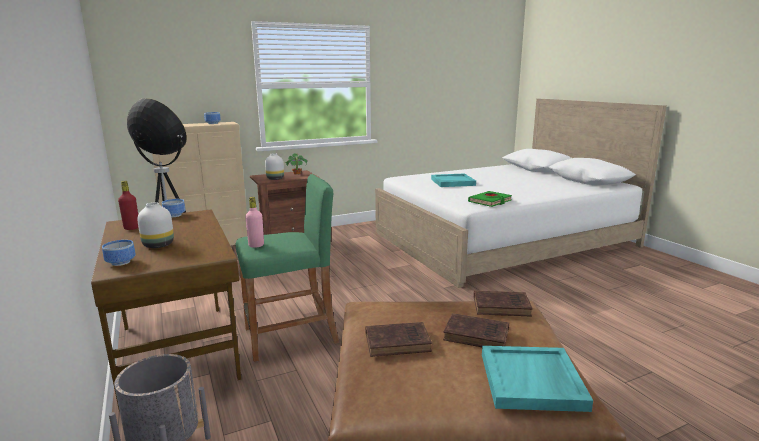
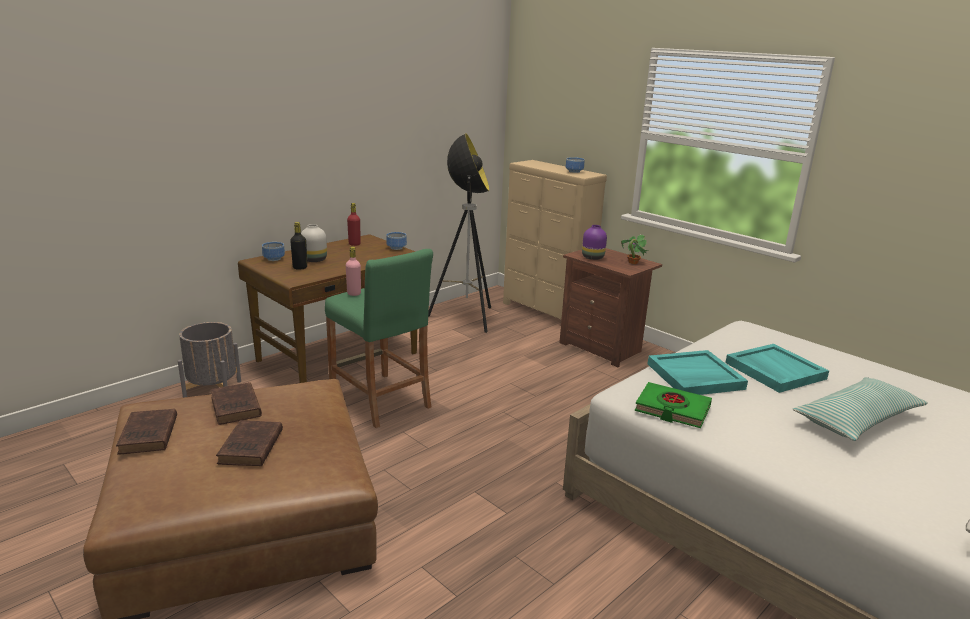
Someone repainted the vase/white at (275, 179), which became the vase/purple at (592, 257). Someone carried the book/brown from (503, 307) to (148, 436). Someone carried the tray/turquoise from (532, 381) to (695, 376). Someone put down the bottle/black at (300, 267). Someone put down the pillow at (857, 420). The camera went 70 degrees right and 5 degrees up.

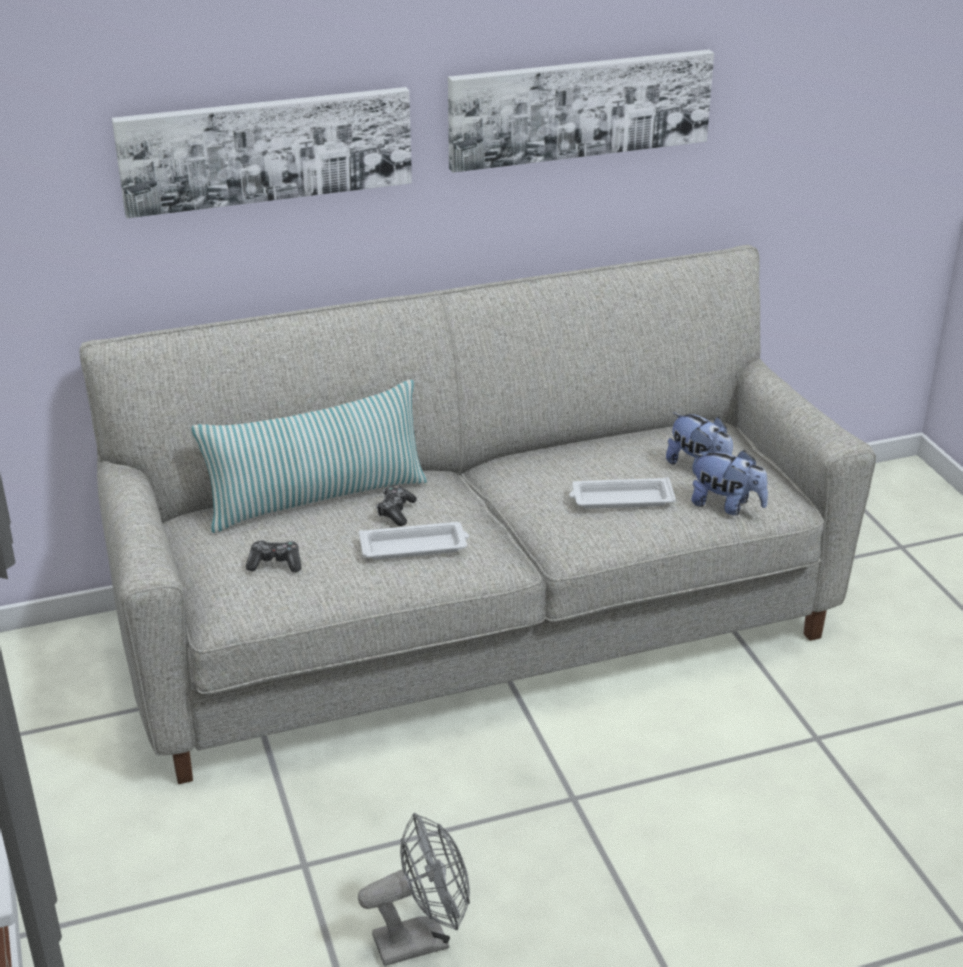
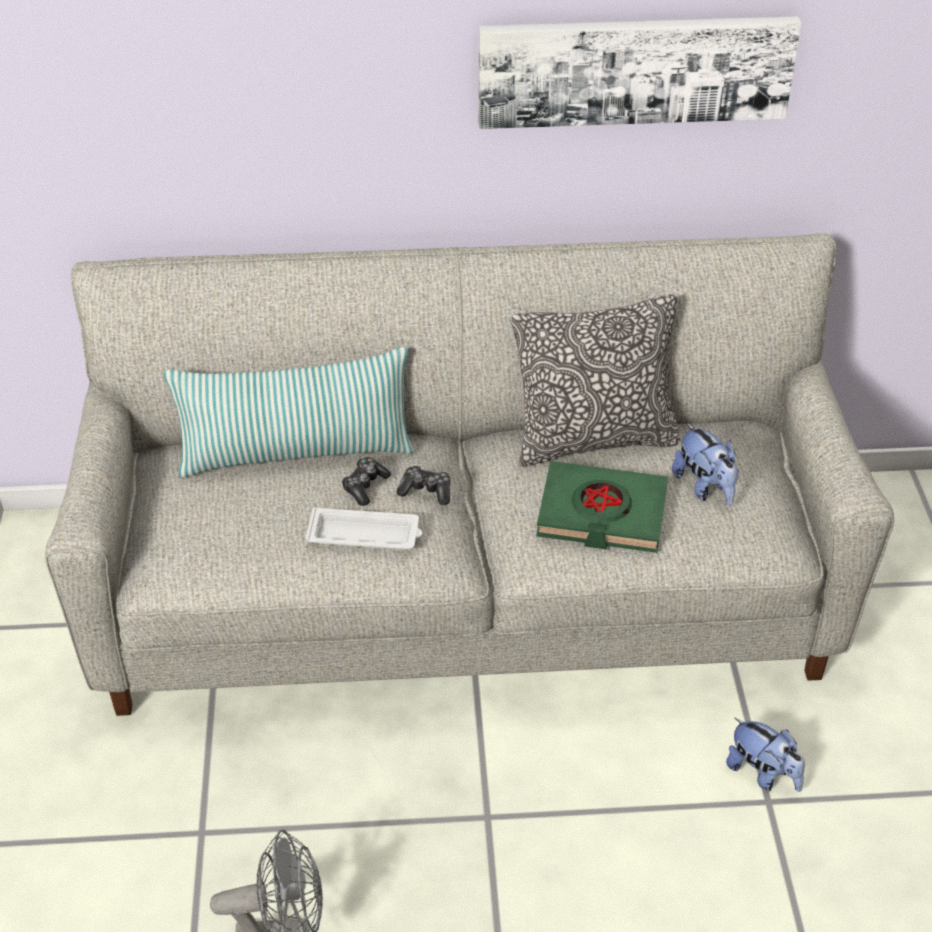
Someone took away the picture at (266, 149). Someone carried the game controller from (275, 563) to (426, 491). Someone swapped the tray/white at (620, 499) for the book/green at (601, 514). Someone carried the plush toy from (726, 505) to (763, 773). Someone put down the pillow at (593, 440). The camera went 15 degrees right and 10 degrees up.

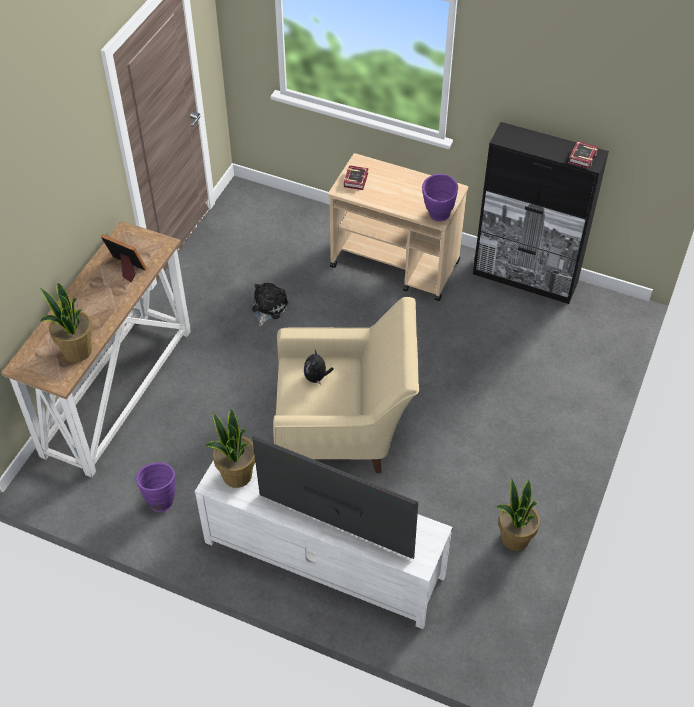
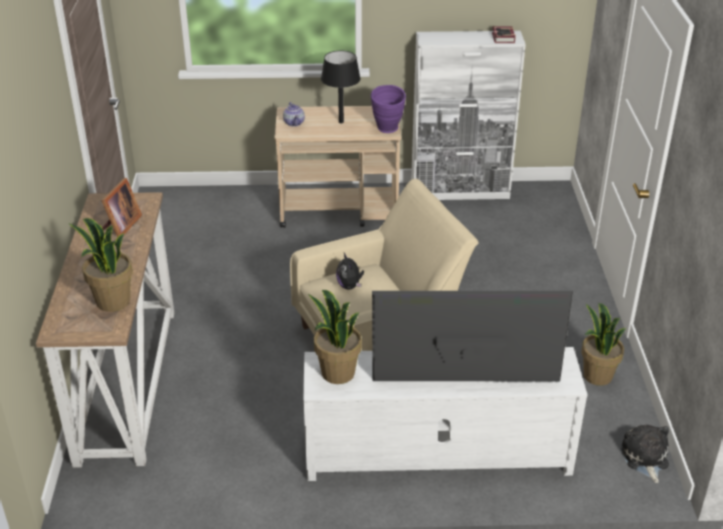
Someone rotated the picture frame at (126, 269) by 105 degrees clockwise. Someone took away the vase/purple at (160, 499). Someone carried the plush toy from (268, 308) to (644, 458). Someone swapped the book at (357, 179) for the teapot at (294, 123). Someone repainted the cabinet/black at (525, 278), which became the cabinet/white at (460, 191). Someone put down the table lamp/black at (341, 122). The camera went 25 degrees left and 15 degrees down.

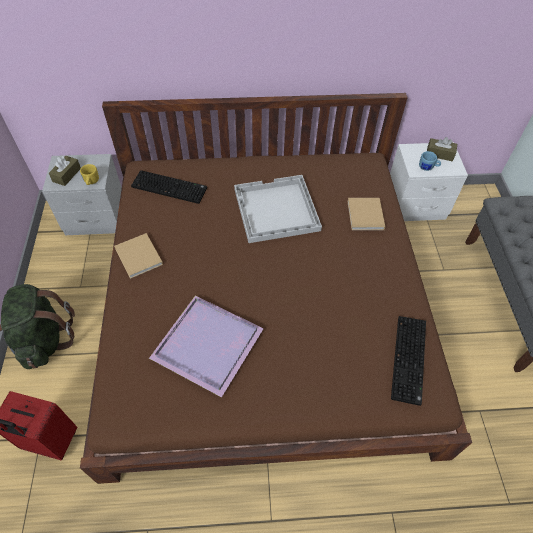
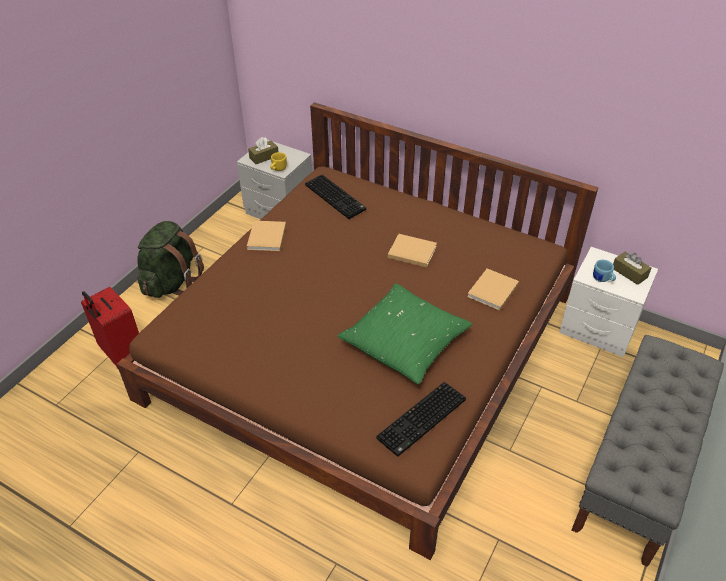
Someone took away the tray/purple at (207, 343). Someone swapped the tray/white at (275, 210) for the book/beige at (410, 251). Someone put down the pillow/green at (405, 341). The camera went 35 degrees right and 10 degrees down.

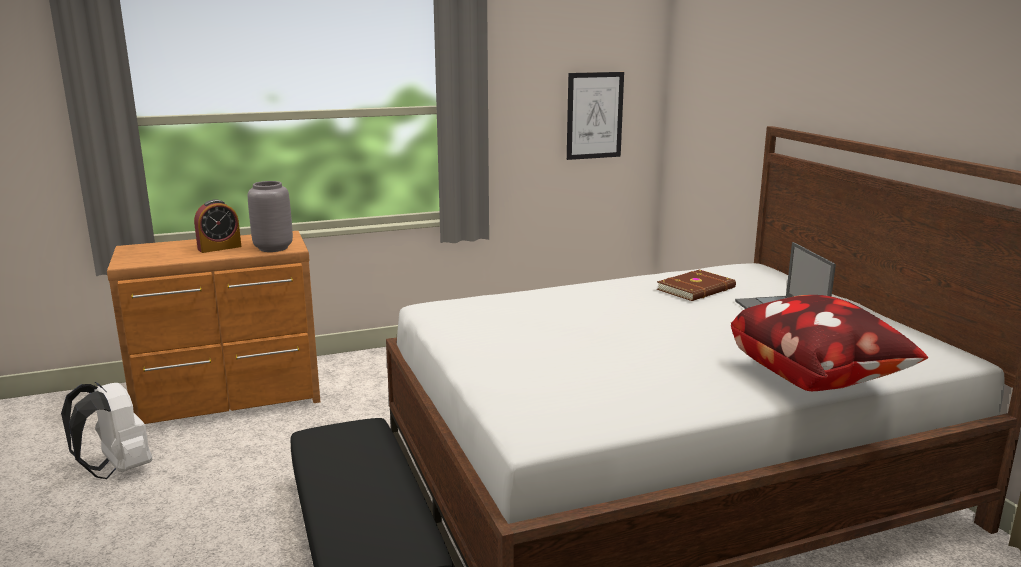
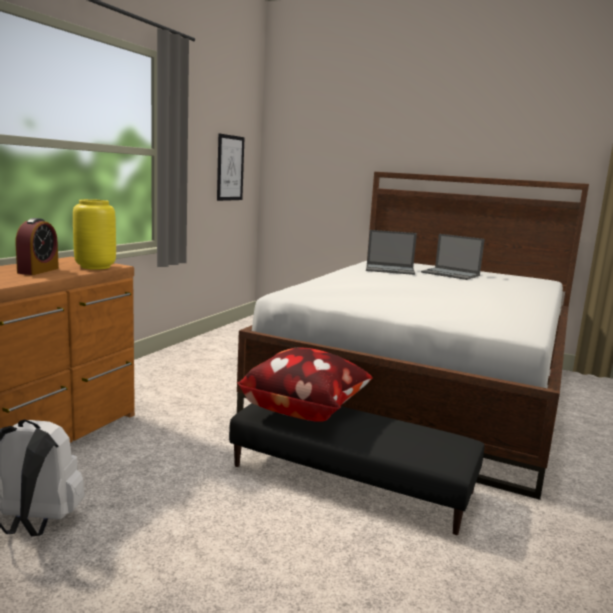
Someone repainted the vase/grey at (272, 248), which became the vase/yellow at (94, 267). Someone swapped the book/brown at (697, 289) for the laptop at (390, 270). Someone carried the pillow from (816, 377) to (304, 410). The camera went 45 degrees left and 5 degrees down.

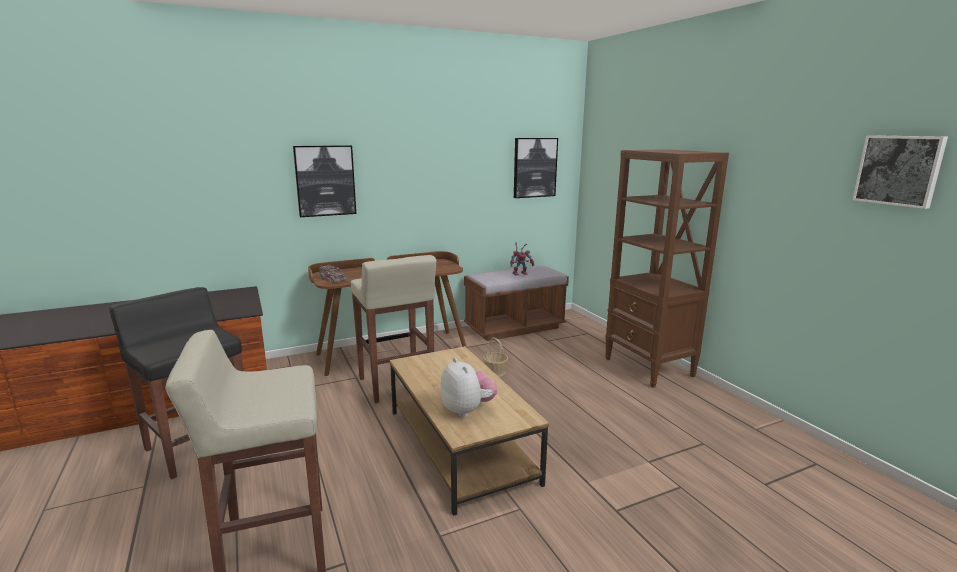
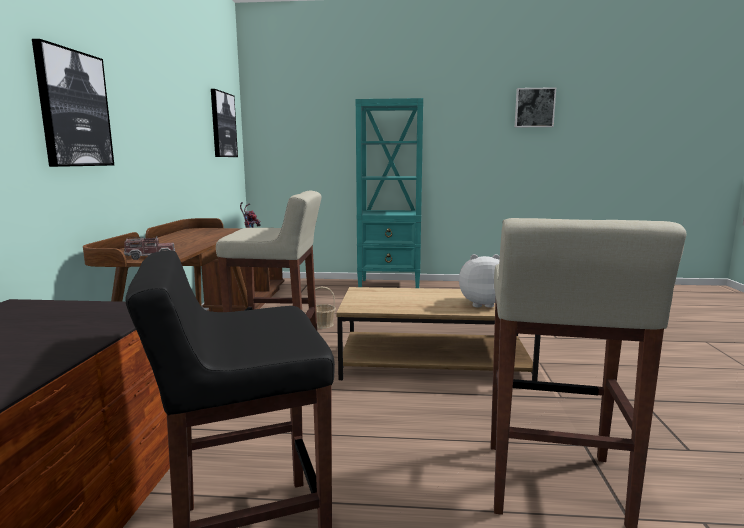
Someone repainted the bookcase/brown at (649, 368), which became the bookcase/turquoise at (390, 286). The camera went 60 degrees left and 5 degrees down.

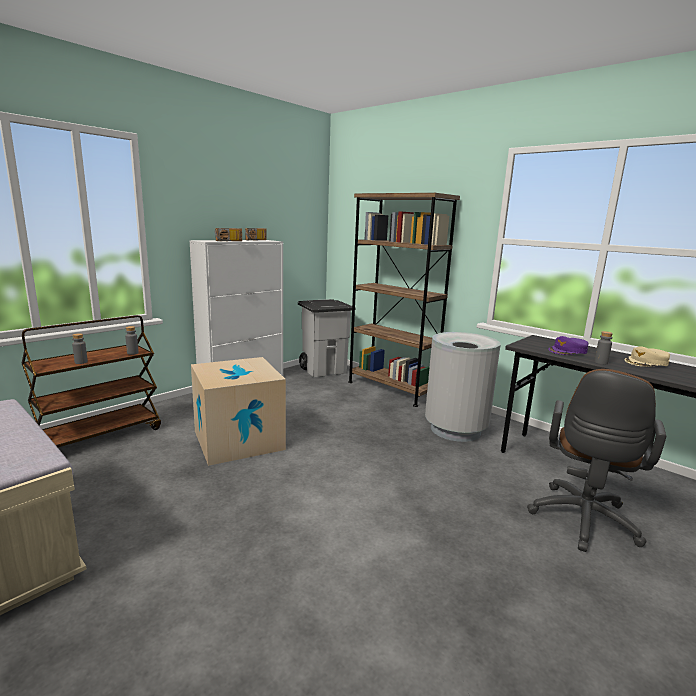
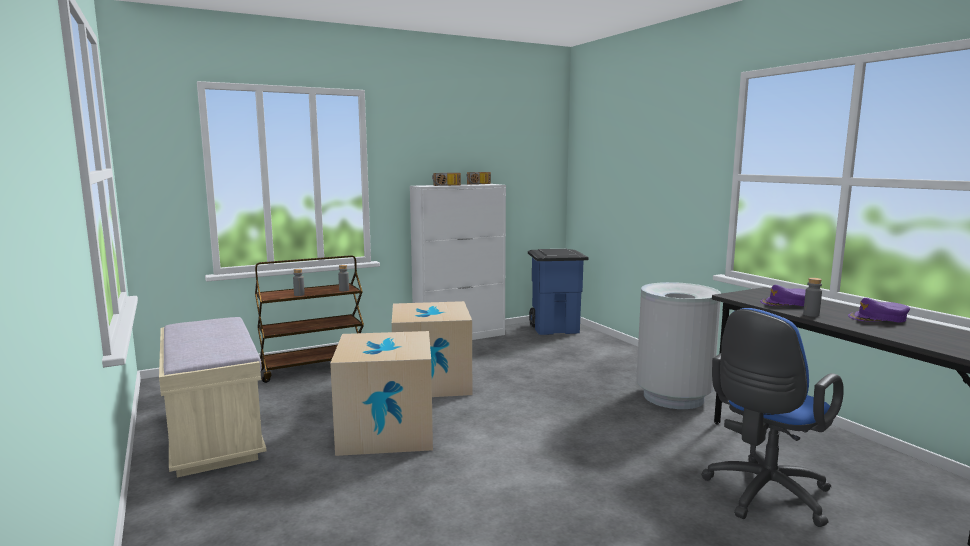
Someone repainted the trash can/grey at (324, 370), which became the trash can/blue at (555, 329). Someone took away the bookcase/brown at (391, 389). Someone repainted the office chair/brown at (582, 522), which became the office chair/blue at (763, 496). Someone repainted the cap/beige at (646, 362), which became the cap/purple at (878, 318). Someone put down the cardboard box at (386, 431). The camera went 20 degrees right and 5 degrees down.

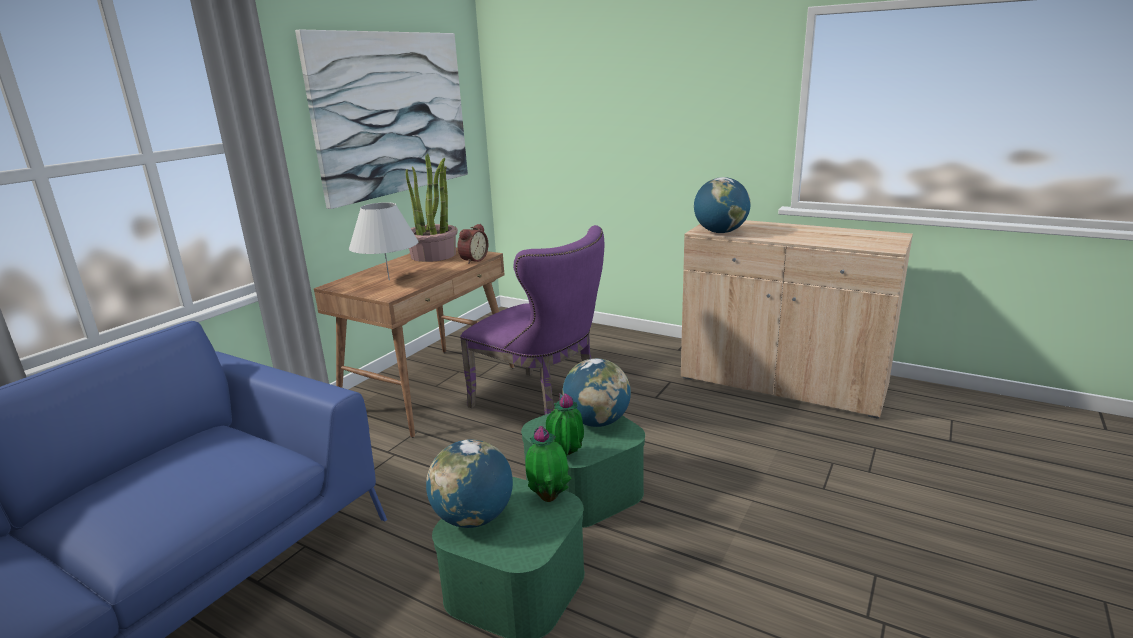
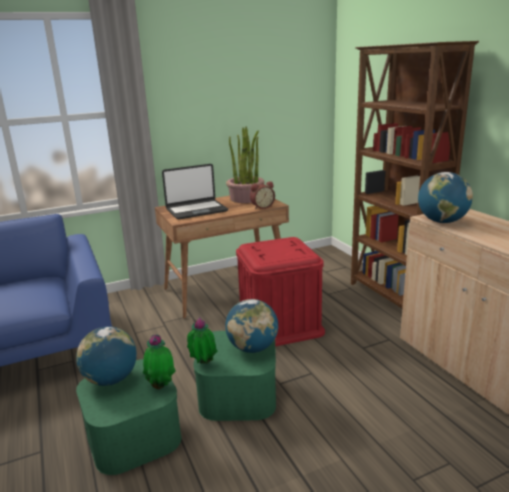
Someone took away the picture at (393, 114). Someone swapped the table lamp/white at (389, 279) for the laptop at (196, 210). Someone swapped the chair/purple at (542, 404) for the storage box/red at (279, 324). Someone put down the bookcase/brown at (393, 298). The camera went 35 degrees right and 0 degrees up.

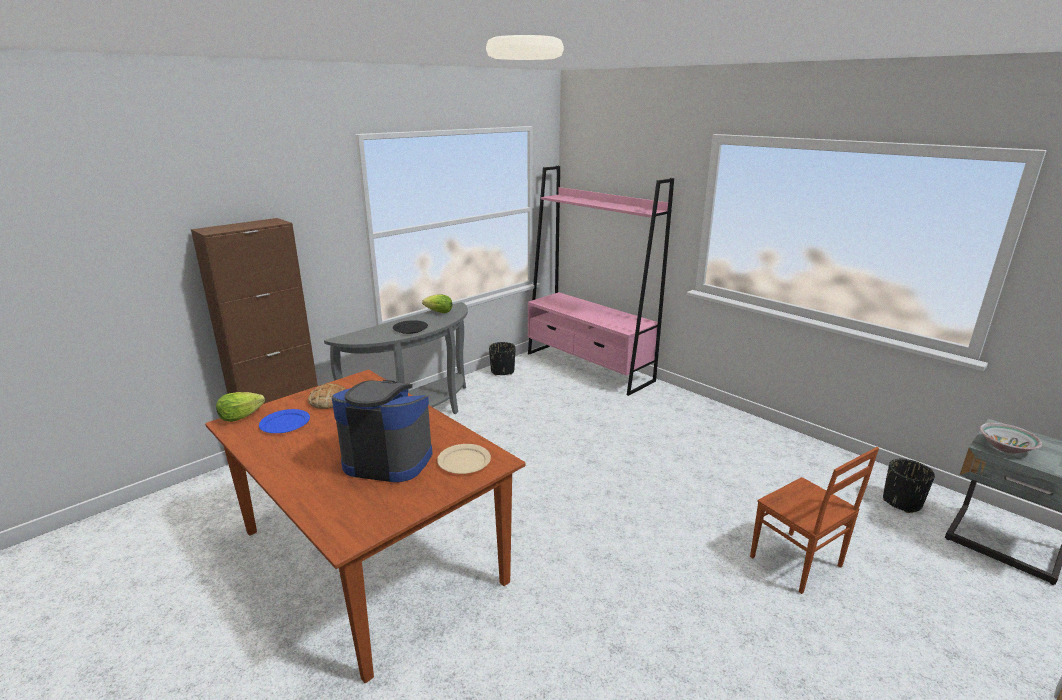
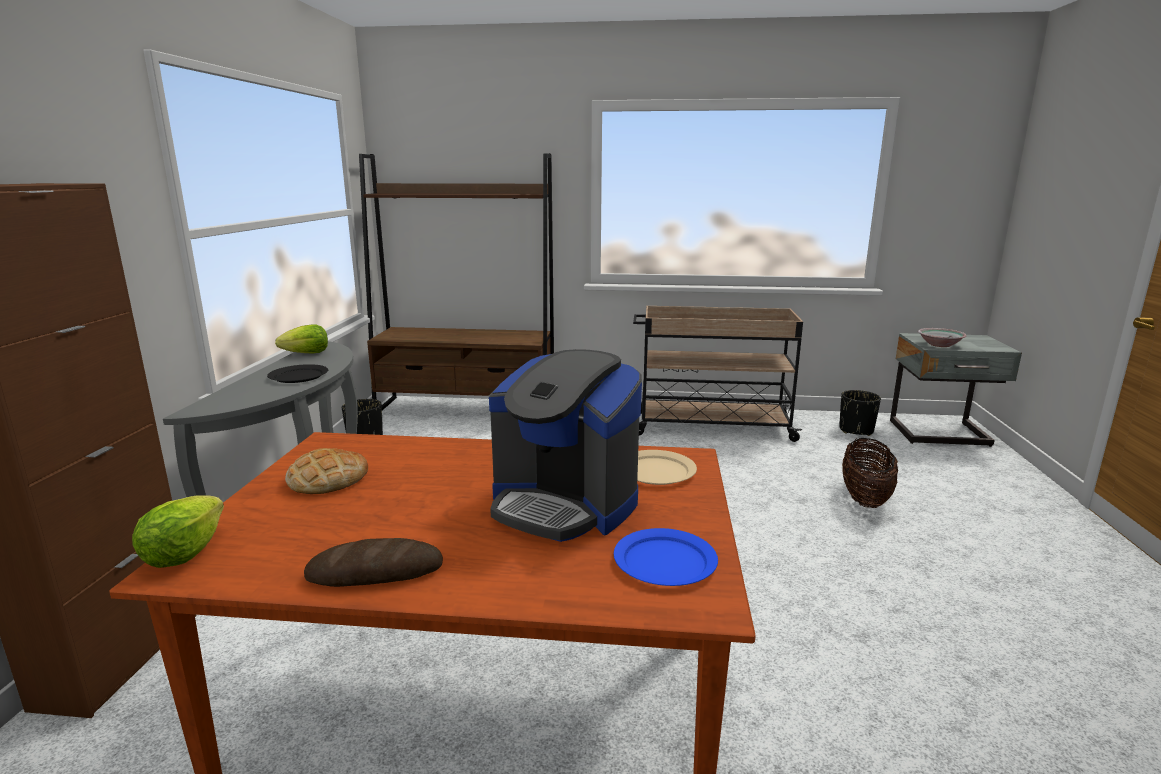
Someone carried the plate/blue from (285, 423) to (664, 561). Someone rotated the coffee machine at (388, 459) by 120 degrees counterclockwise. Someone repainted the bookcase/pink at (588, 367), which became the bookcase/brown at (466, 409). Someone swapped the chair/brown at (796, 563) for the basket at (865, 498). Someone put down the bread at (375, 571). Someone put down the cart/beige at (710, 426). The camera went 40 degrees left and 5 degrees down.

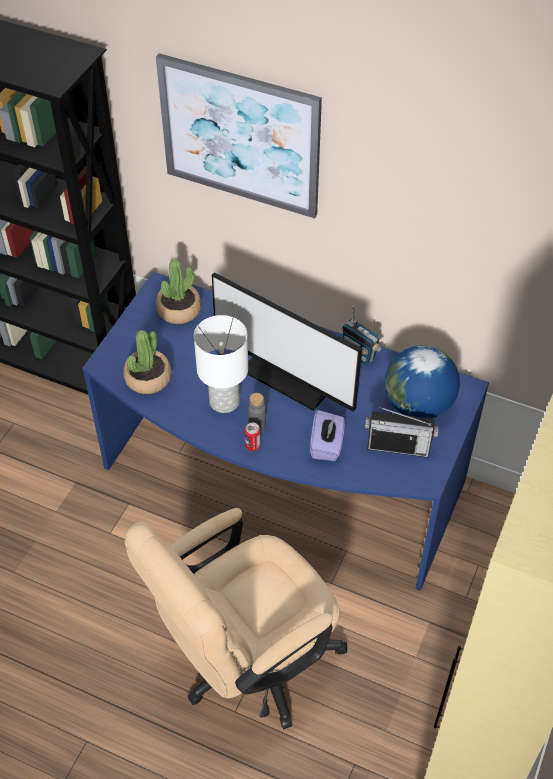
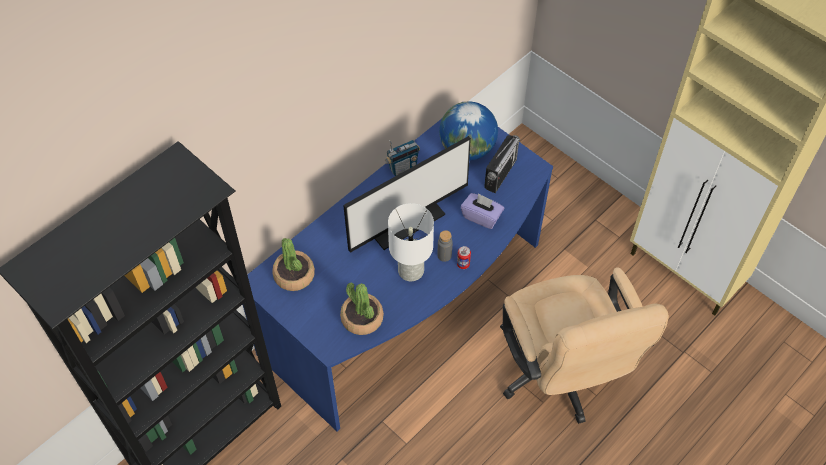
Someone took away the picture at (240, 136). The camera went 70 degrees left and 5 degrees up.

